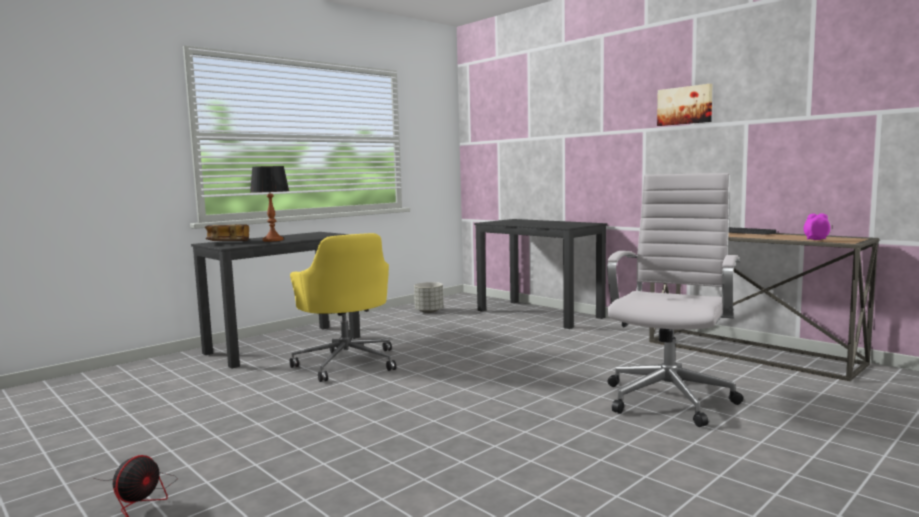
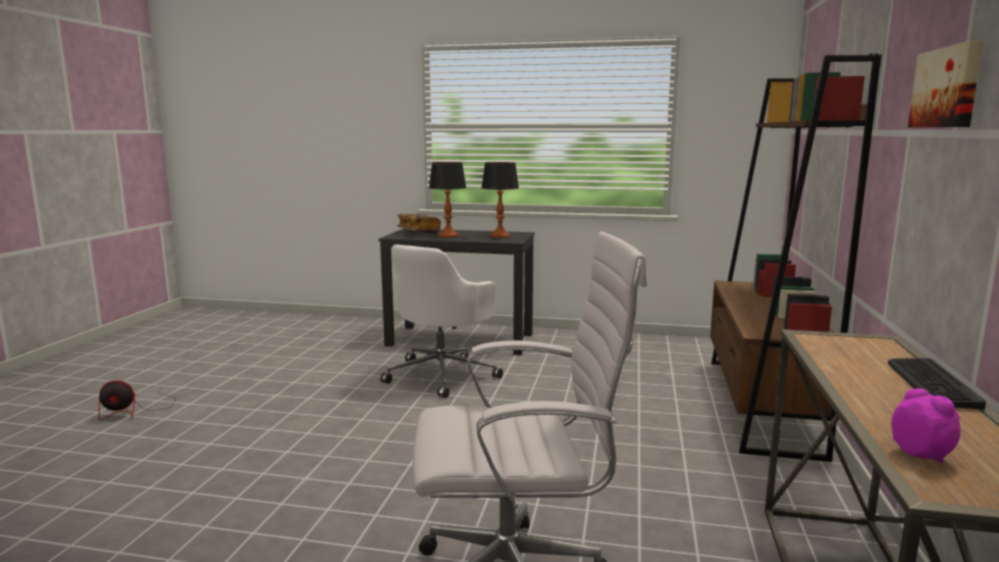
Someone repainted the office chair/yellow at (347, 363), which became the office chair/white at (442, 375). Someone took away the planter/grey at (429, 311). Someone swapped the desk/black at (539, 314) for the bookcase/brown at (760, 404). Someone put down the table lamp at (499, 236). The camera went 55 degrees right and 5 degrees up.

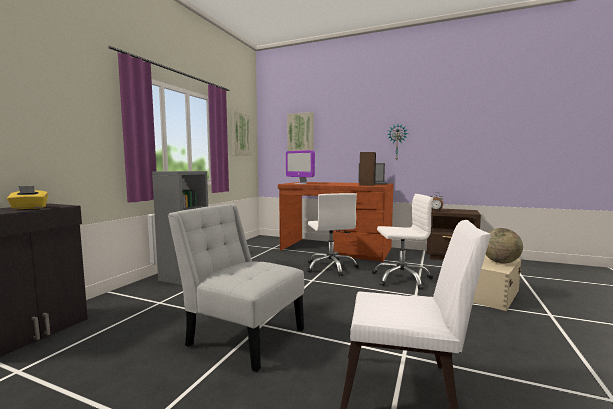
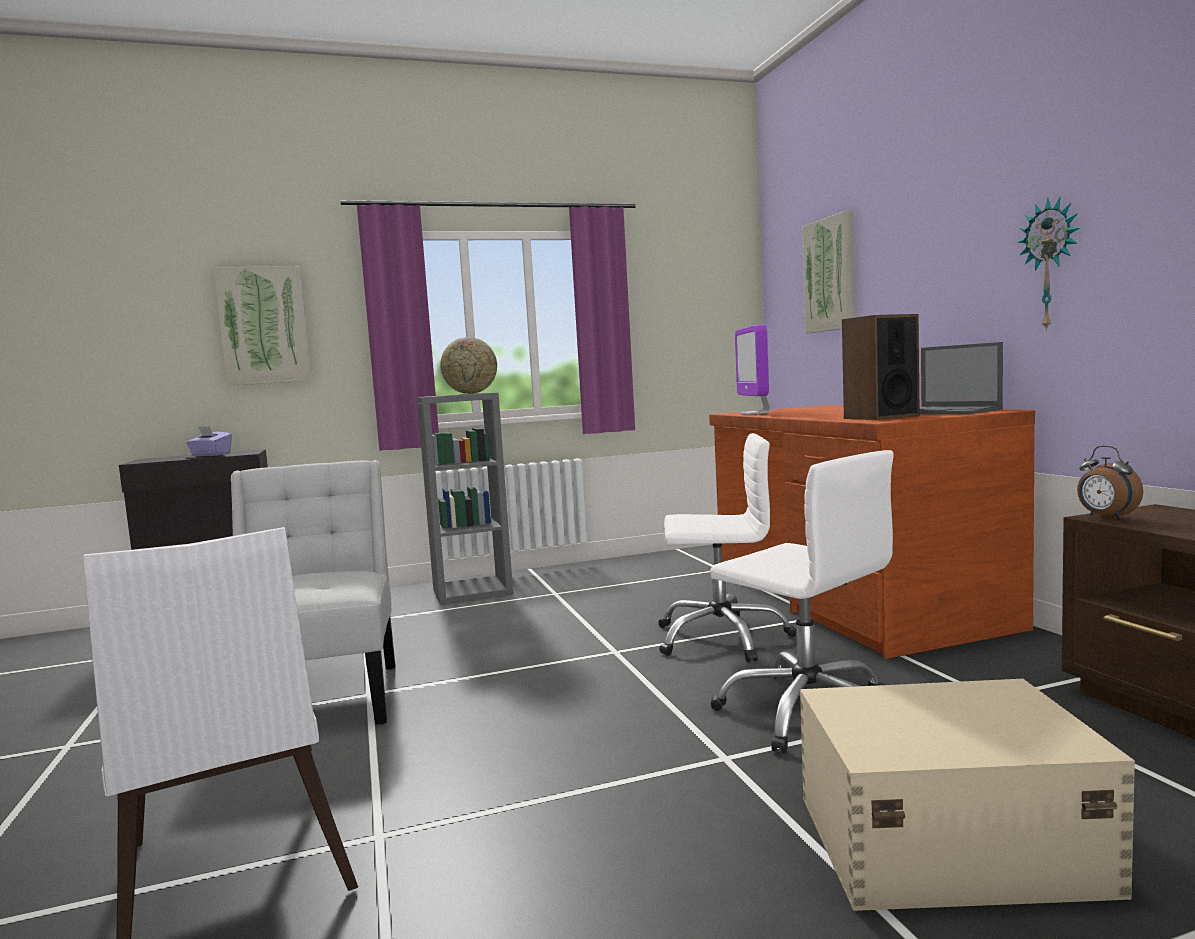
Someone repainted the tissue box/yellow at (29, 208), which became the tissue box/purple at (210, 455). Someone carried the picture from (240, 134) to (264, 325). Someone rotated the office chair/white at (331, 267) by 120 degrees counterclockwise. Someone carried the globe from (500, 262) to (471, 393). The camera went 50 degrees right and 0 degrees up.

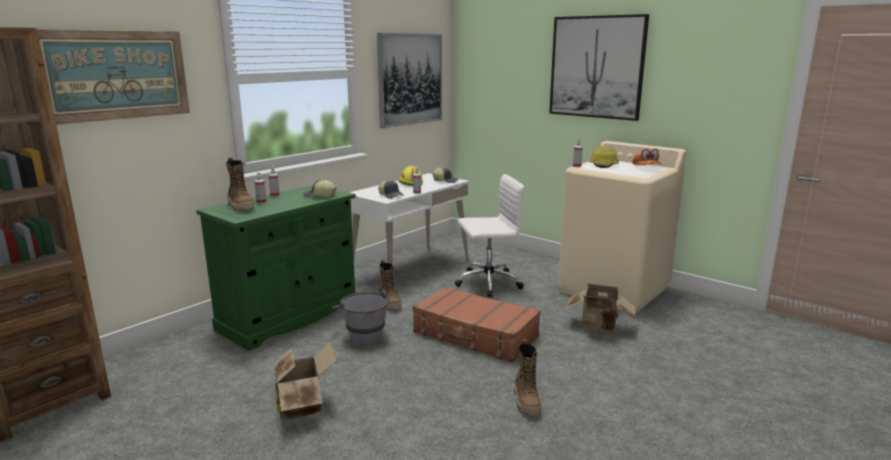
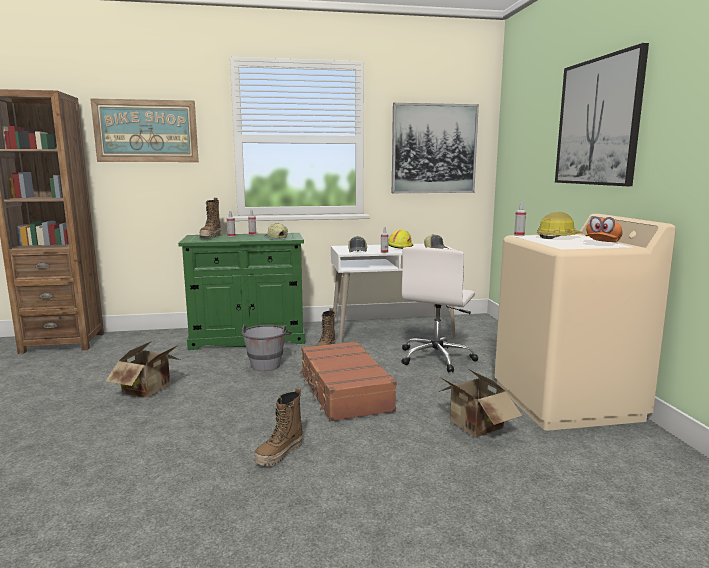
Someone rotated the office chair/white at (487, 283) by 90 degrees clockwise. The camera went 40 degrees right and 5 degrees down.

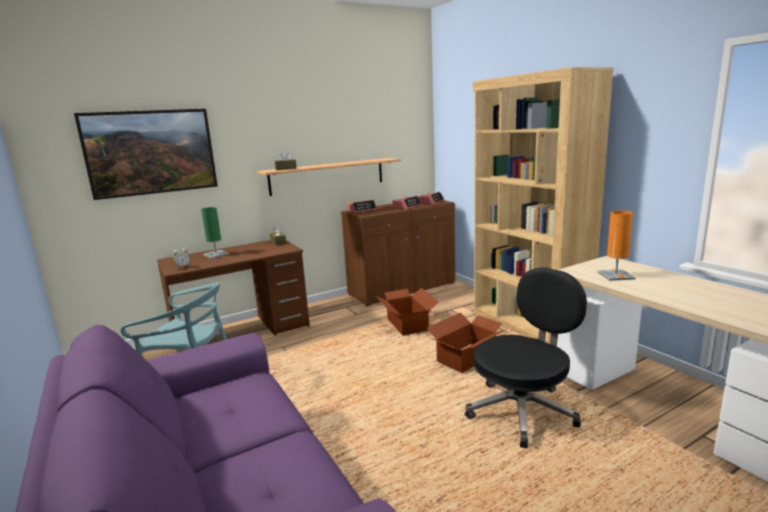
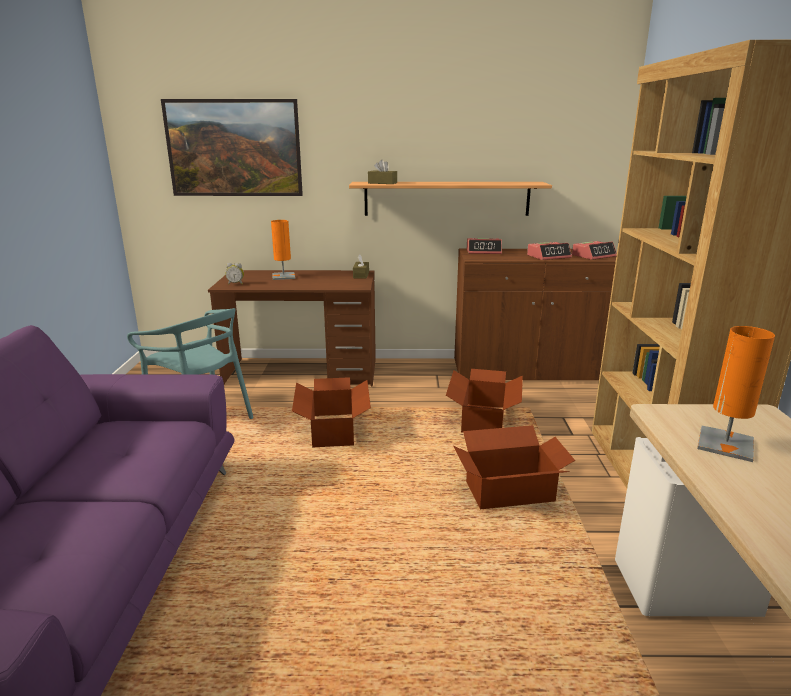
Someone repainted the table lamp/green at (216, 254), which became the table lamp/orange at (283, 276). Someone took away the office chair/black at (523, 410). Someone put down the cardboard box at (334, 430). The camera went 30 degrees right and 5 degrees up.

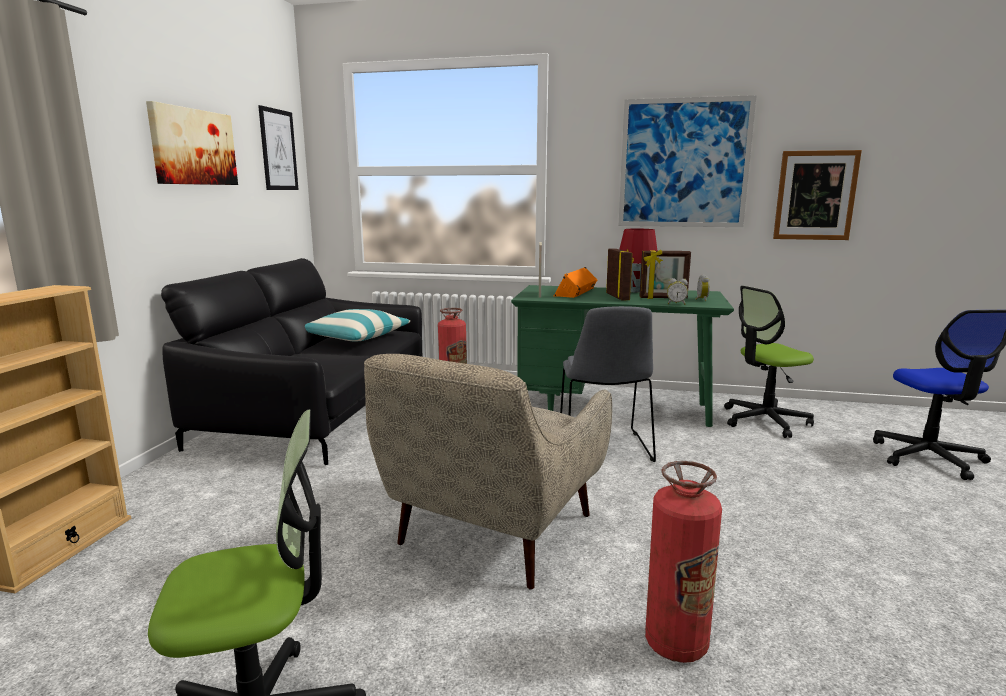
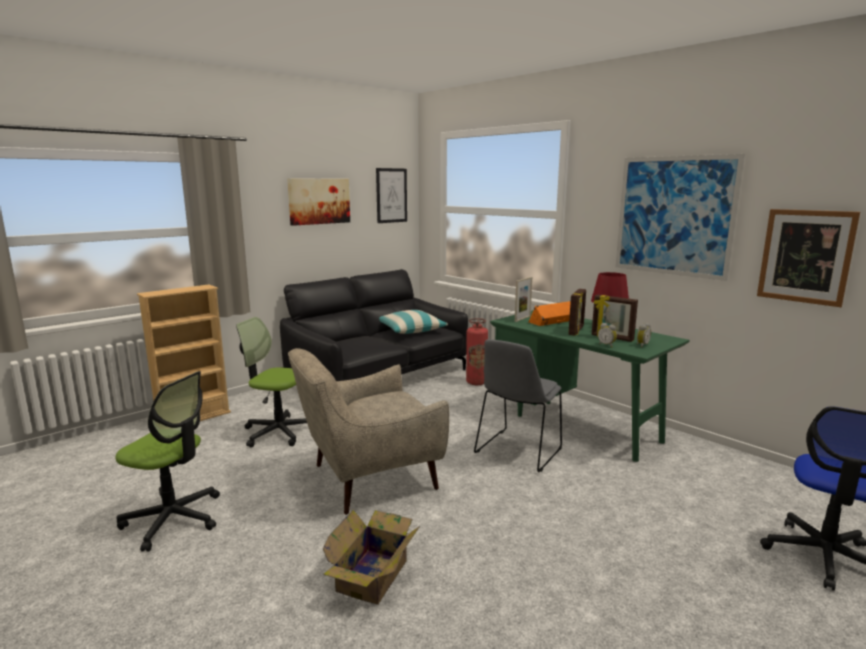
Someone swapped the fire extinguisher at (676, 644) for the cardboard box at (375, 574). Someone carried the office chair from (764, 421) to (278, 432). The camera went 35 degrees right and 0 degrees up.

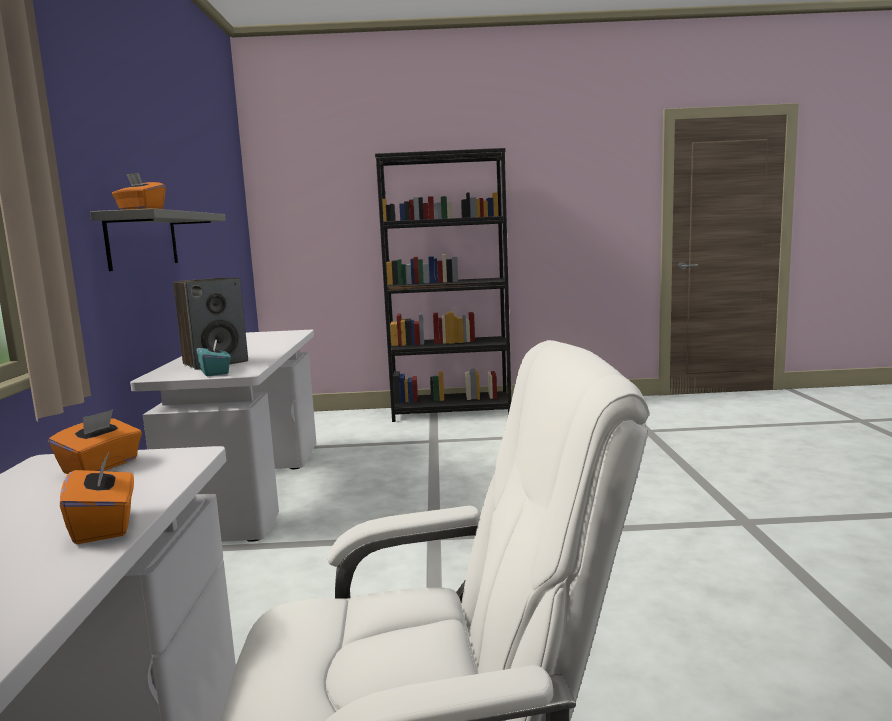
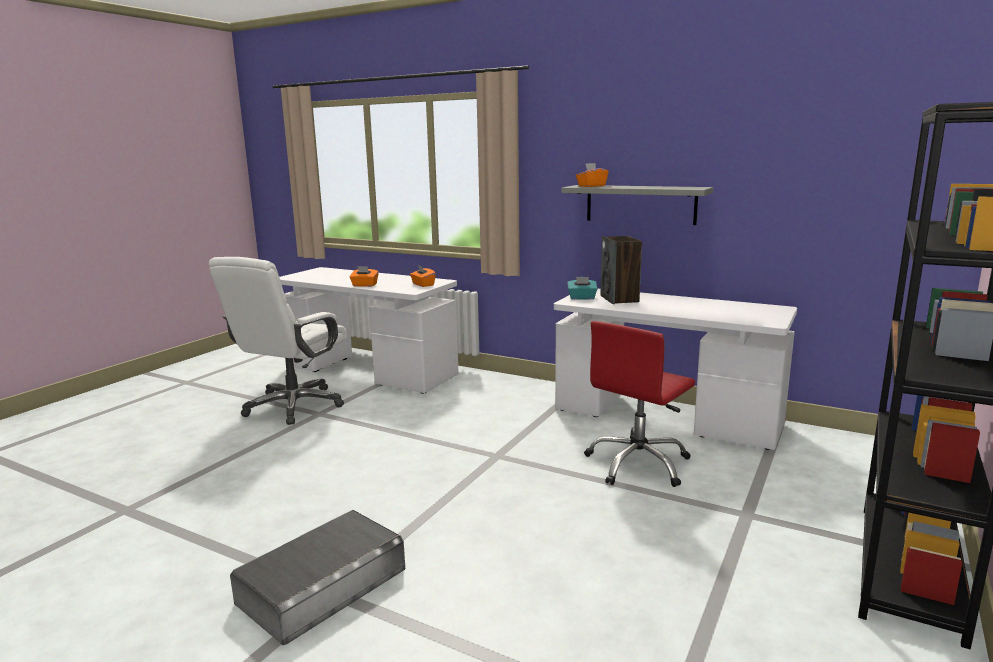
Someone put down the storage box/grey at (323, 586). Someone put down the office chair/red at (638, 464). The camera went 120 degrees right and 5 degrees up.

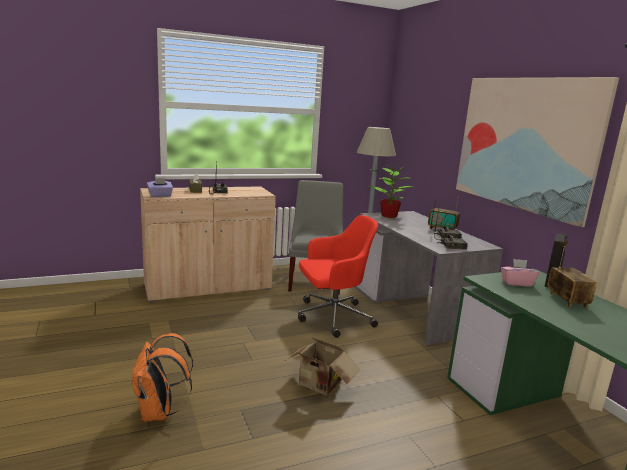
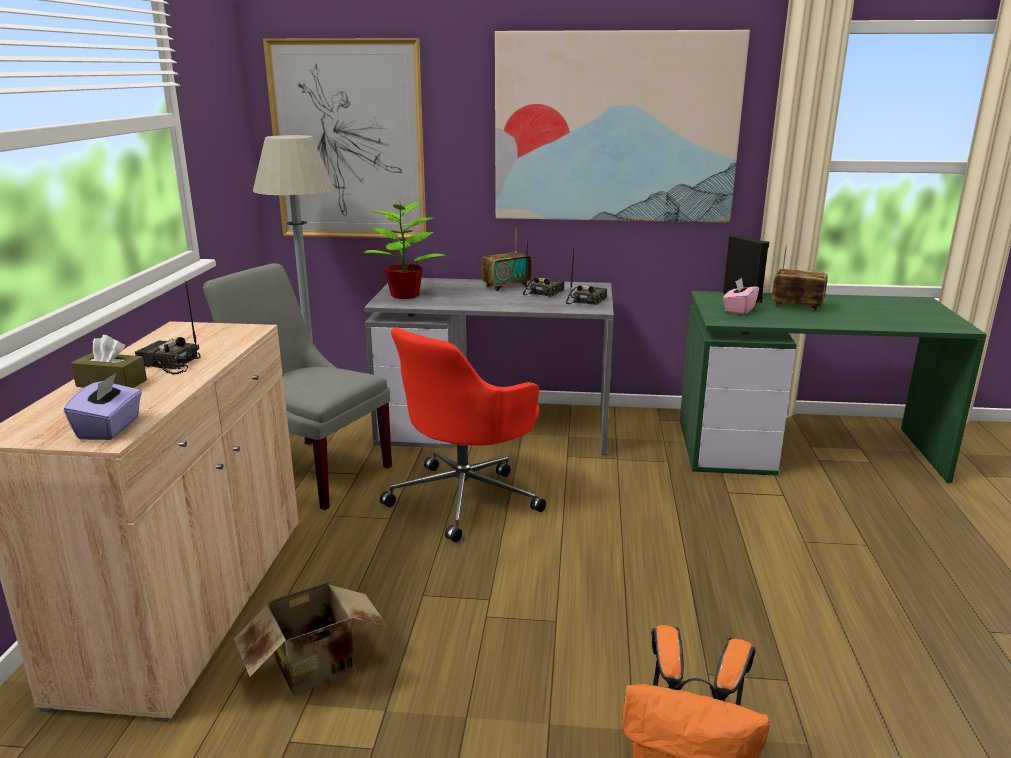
Someone carried the cardboard box from (319, 385) to (319, 670). Someone rotated the office chair/red at (332, 317) by 150 degrees counterclockwise. Someone put up the picture at (348, 141). The camera went 60 degrees left and 5 degrees up.

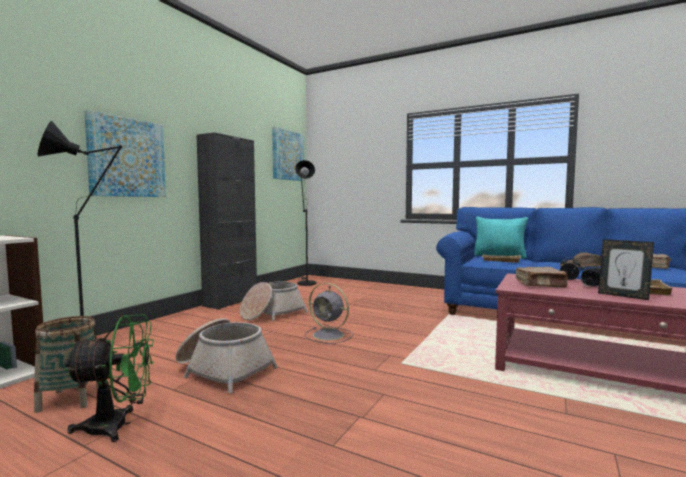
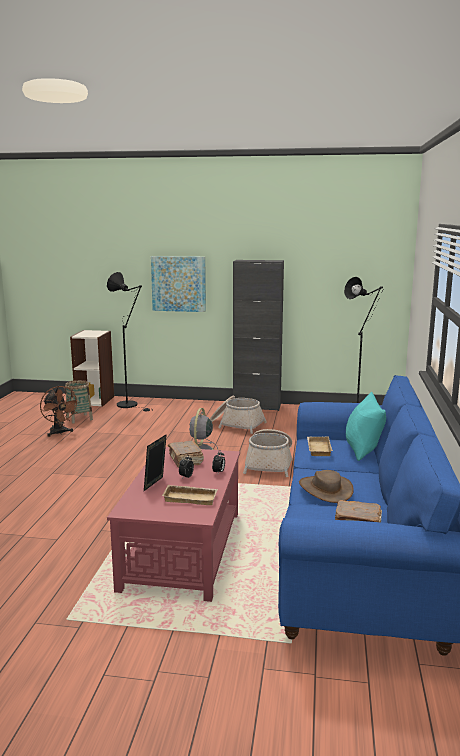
Someone repainted the fan/green at (118, 425), which became the fan/brown at (59, 433). Someone carried the basket from (224, 370) to (269, 463). Someone took away the picture at (287, 155). The camera went 70 degrees right and 10 degrees up.

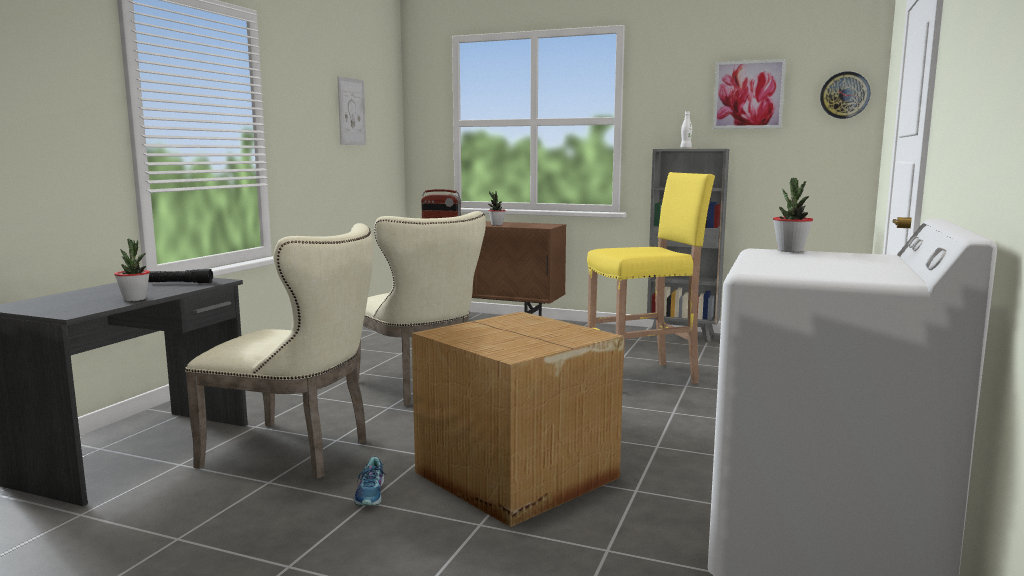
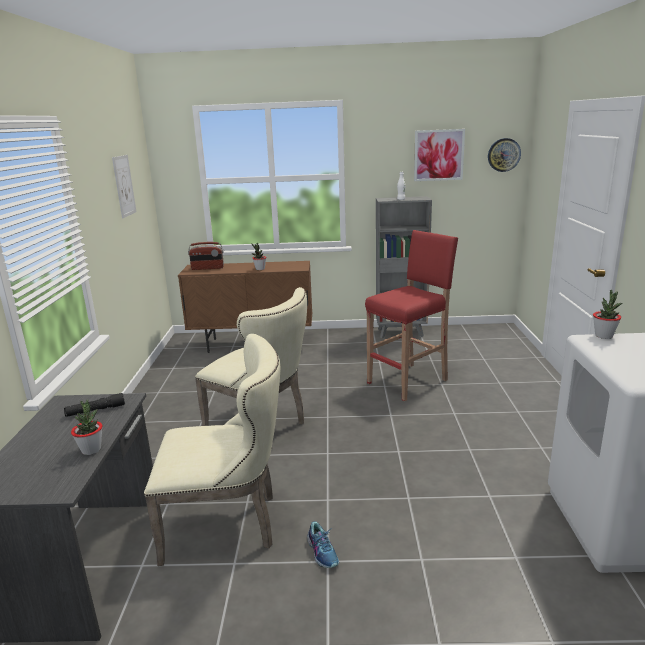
Someone took away the cardboard box at (516, 476). Someone repainted the stool/yellow at (643, 377), which became the stool/red at (409, 381). The camera went 20 degrees left and 10 degrees up.

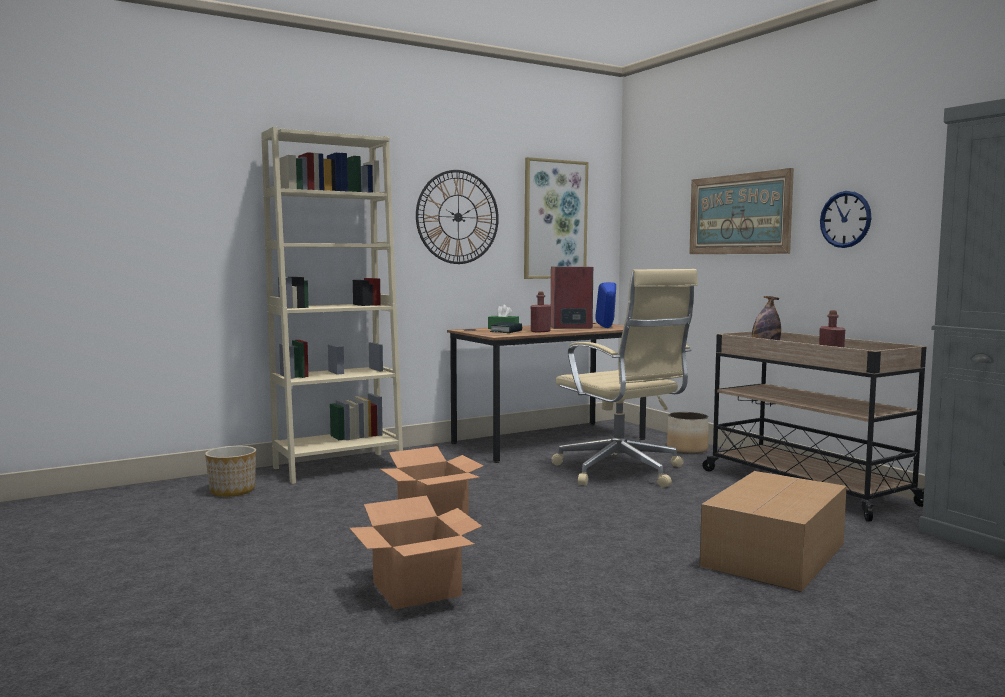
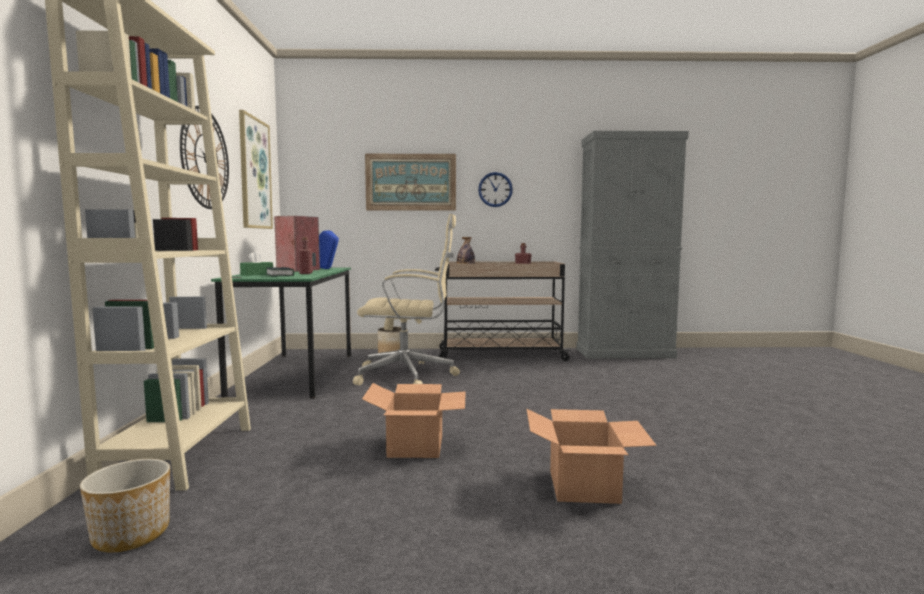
Someone repainted the desk/brown at (549, 441), which became the desk/green at (296, 374). Someone took away the cardboard box at (776, 554). The camera went 60 degrees left and 0 degrees up.

